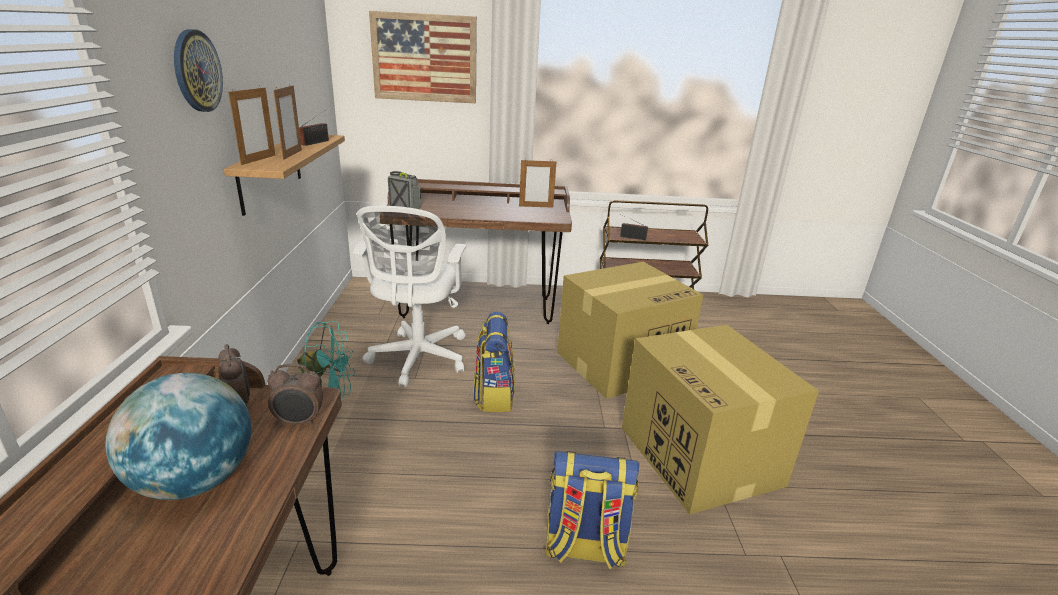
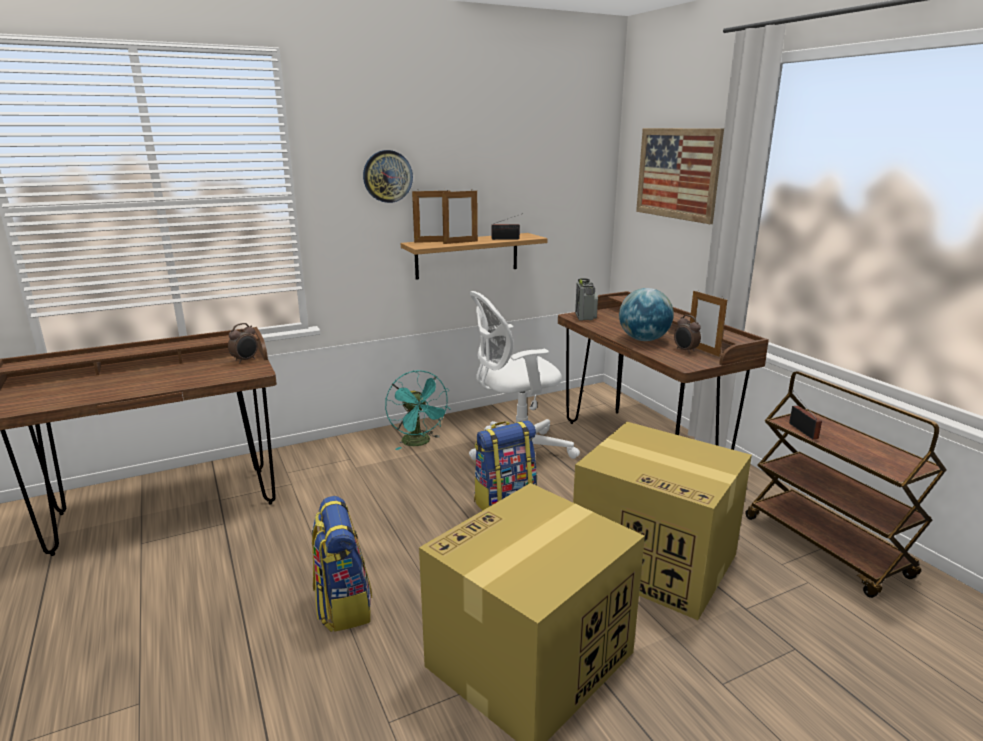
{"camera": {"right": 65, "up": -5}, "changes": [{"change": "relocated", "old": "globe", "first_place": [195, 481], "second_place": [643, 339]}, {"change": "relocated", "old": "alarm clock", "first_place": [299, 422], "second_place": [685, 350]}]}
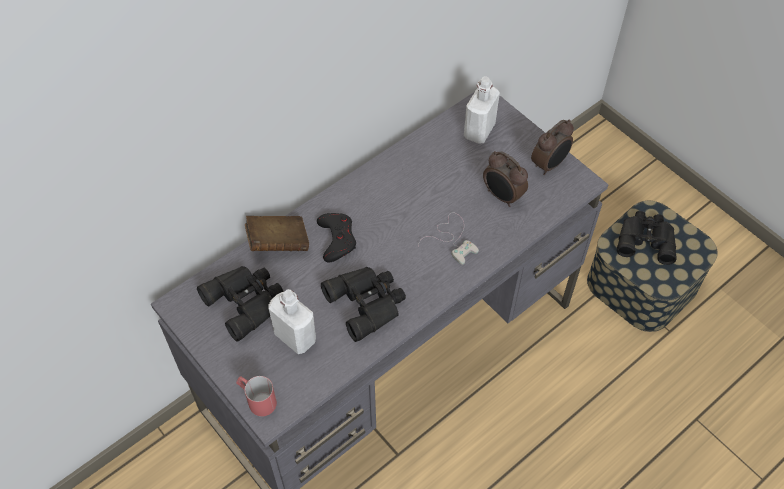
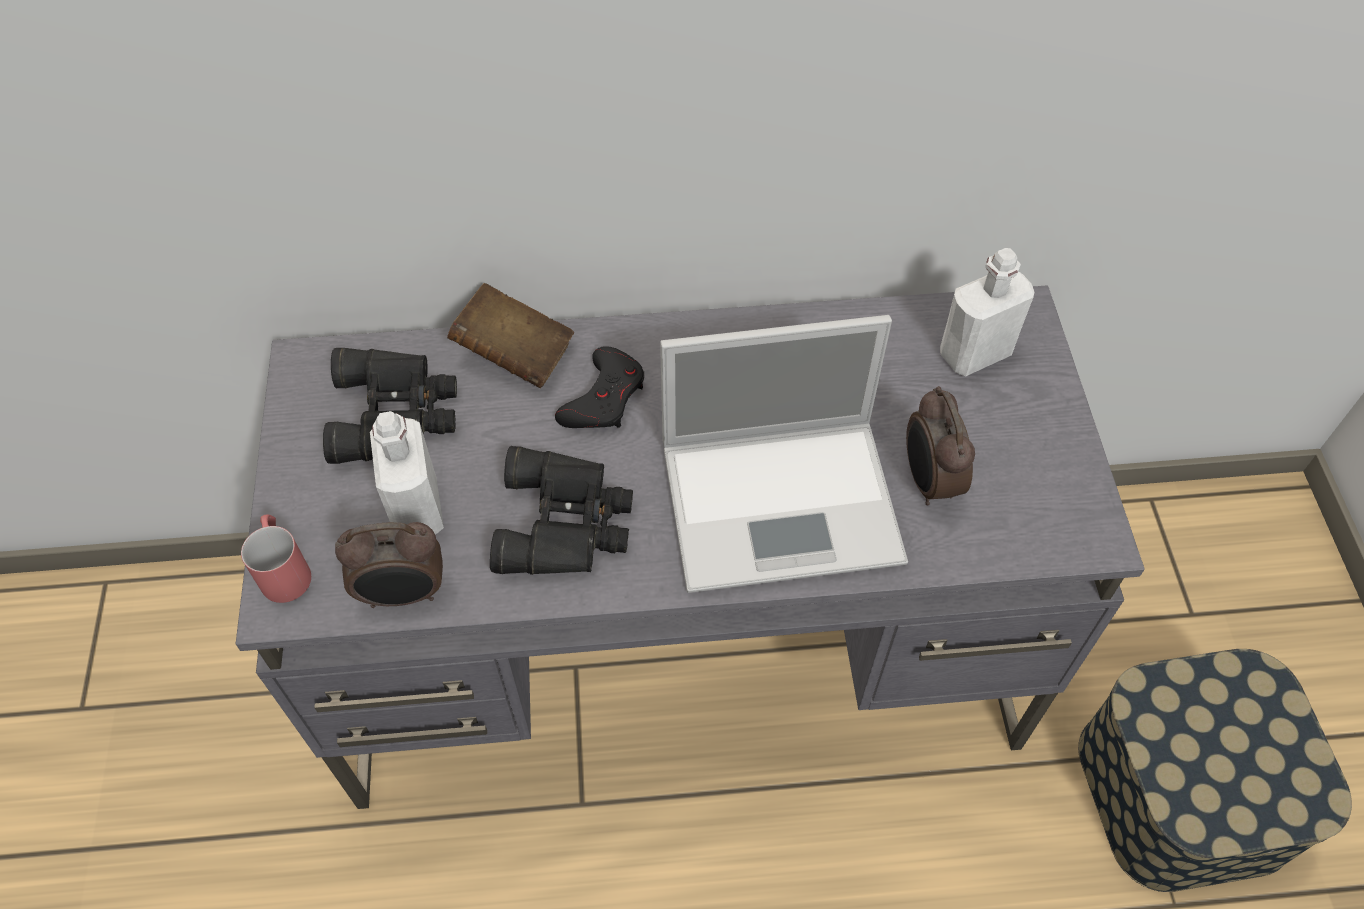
{"camera": {"right": 35, "up": 0}, "changes": [{"change": "missing", "old": "black binoculars", "first_place": [645, 239]}, {"change": "relocated", "old": "alarm clock", "first_place": [549, 165], "second_place": [404, 594]}, {"change": "exchanged", "old": "white game controller", "new": "laptop", "first_place": [452, 239], "second_place": [785, 502]}]}
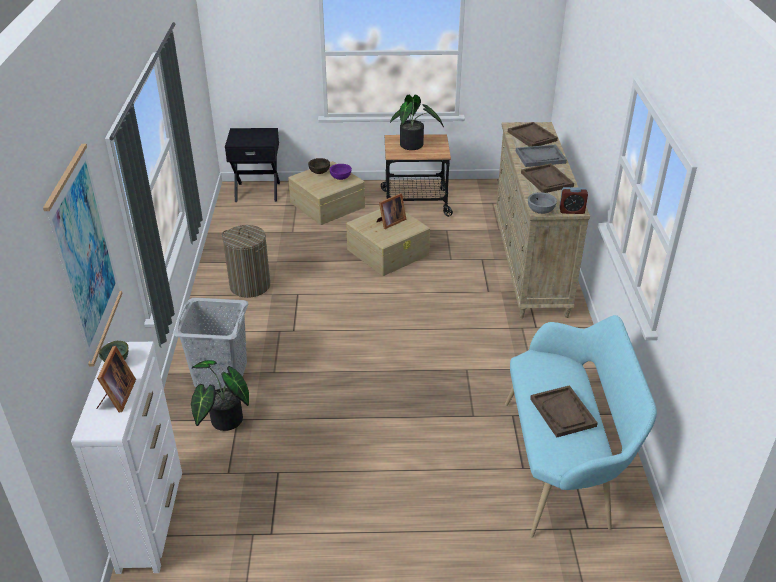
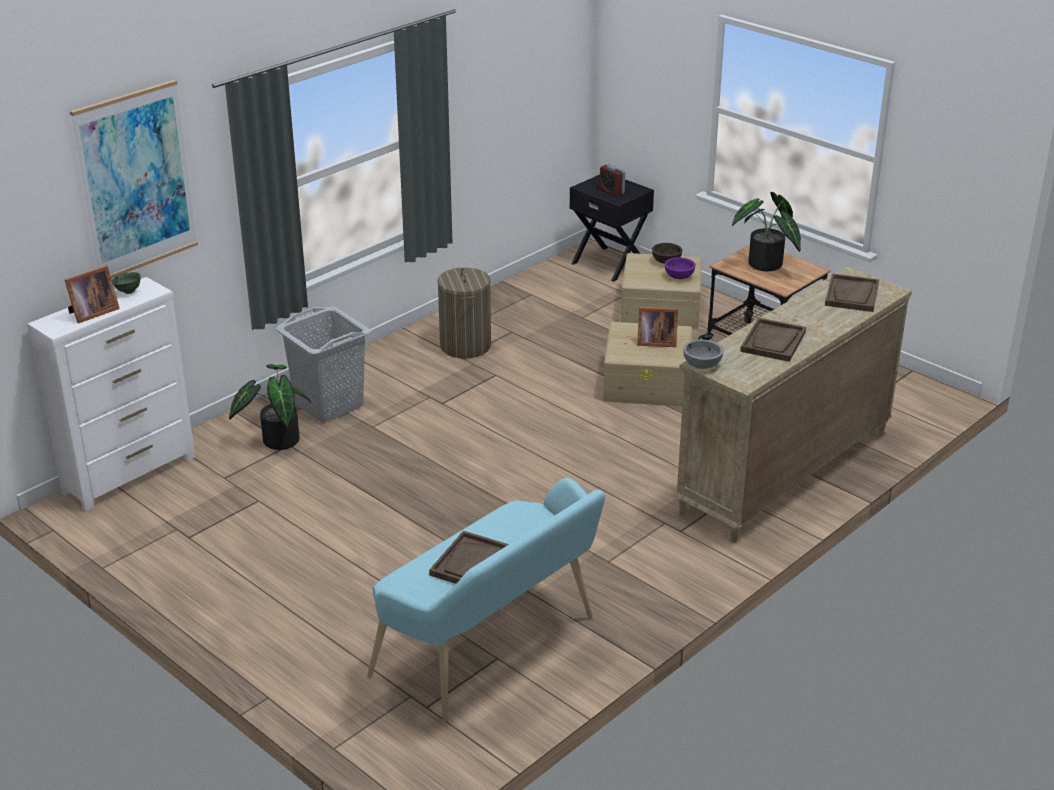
{"camera": {"right": 45, "up": -5}, "changes": [{"change": "missing", "old": "grey tray", "first_place": [540, 157]}, {"change": "relocated", "old": "alarm clock", "first_place": [571, 211], "second_place": [611, 191]}]}
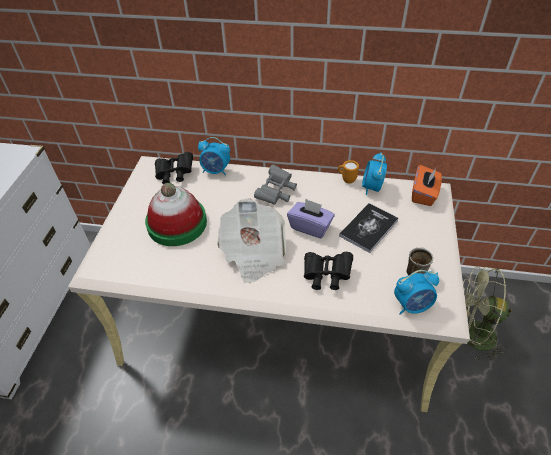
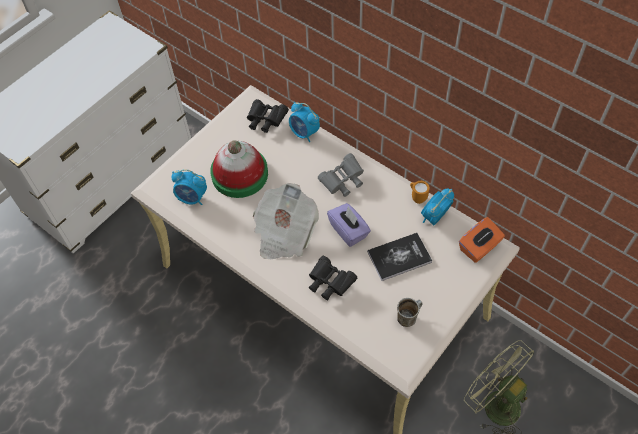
{"camera": {"right": 30, "up": 10}, "changes": [{"change": "relocated", "old": "alarm clock", "first_place": [412, 305], "second_place": [192, 198]}]}
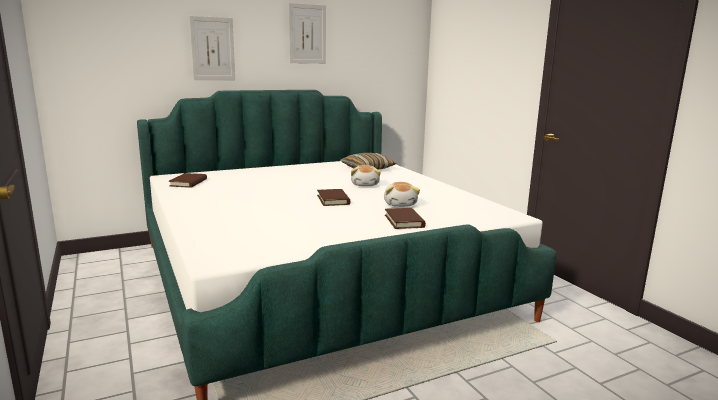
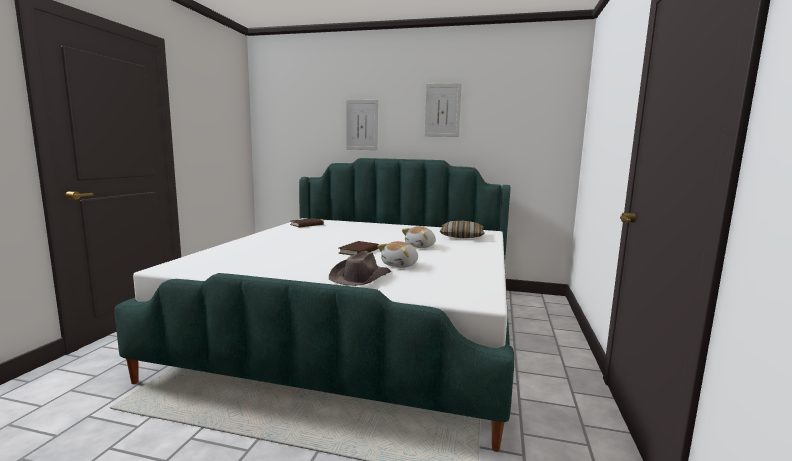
{"camera": {"right": 40, "up": -5}, "changes": [{"change": "exchanged", "old": "brown book", "new": "brown hat", "first_place": [404, 221], "second_place": [360, 277]}]}
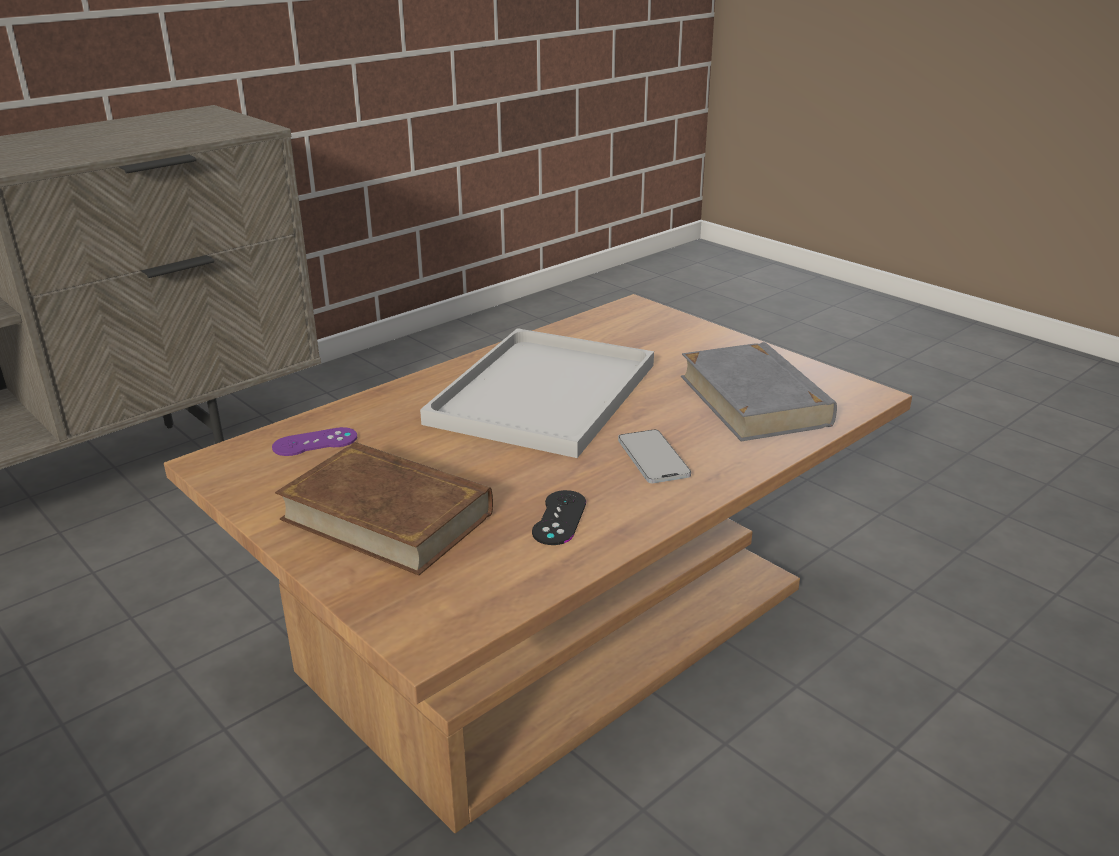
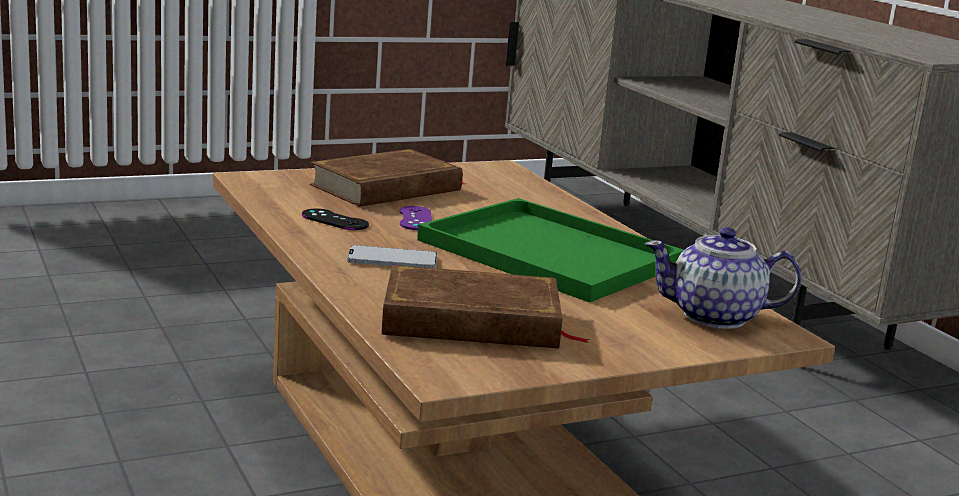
{"camera": {"right": 105, "up": -10}, "changes": [{"change": "appeared", "new": "teapot", "second_place": [715, 317]}, {"change": "relocated", "old": "purple game controller", "first_place": [315, 442], "second_place": [415, 219]}, {"change": "colour", "old": "white tray", "new": "green tray", "first_place": [544, 395], "second_place": [544, 252]}, {"change": "colour", "old": "grey book", "new": "brown book", "first_place": [754, 400], "second_place": [472, 321]}]}
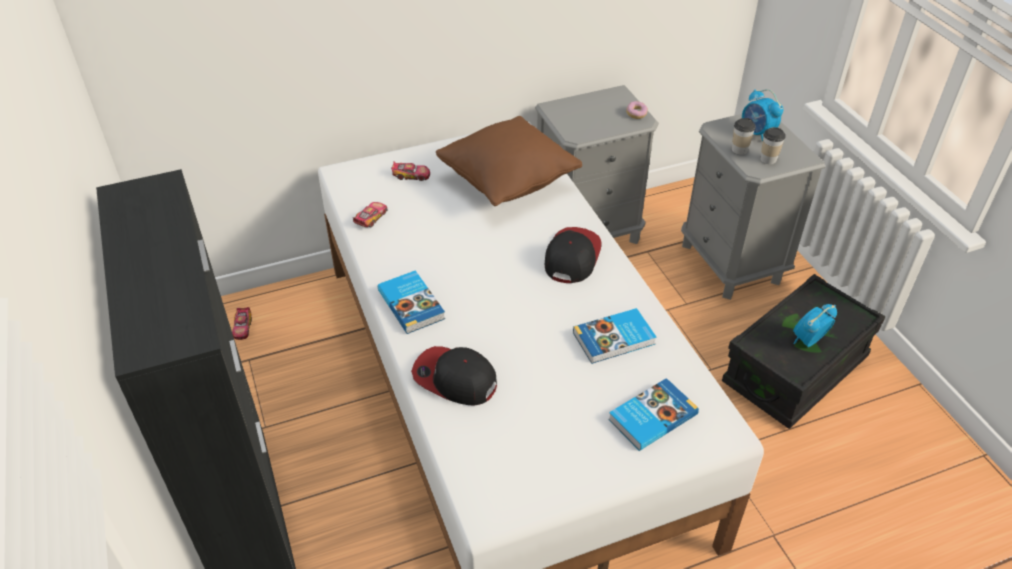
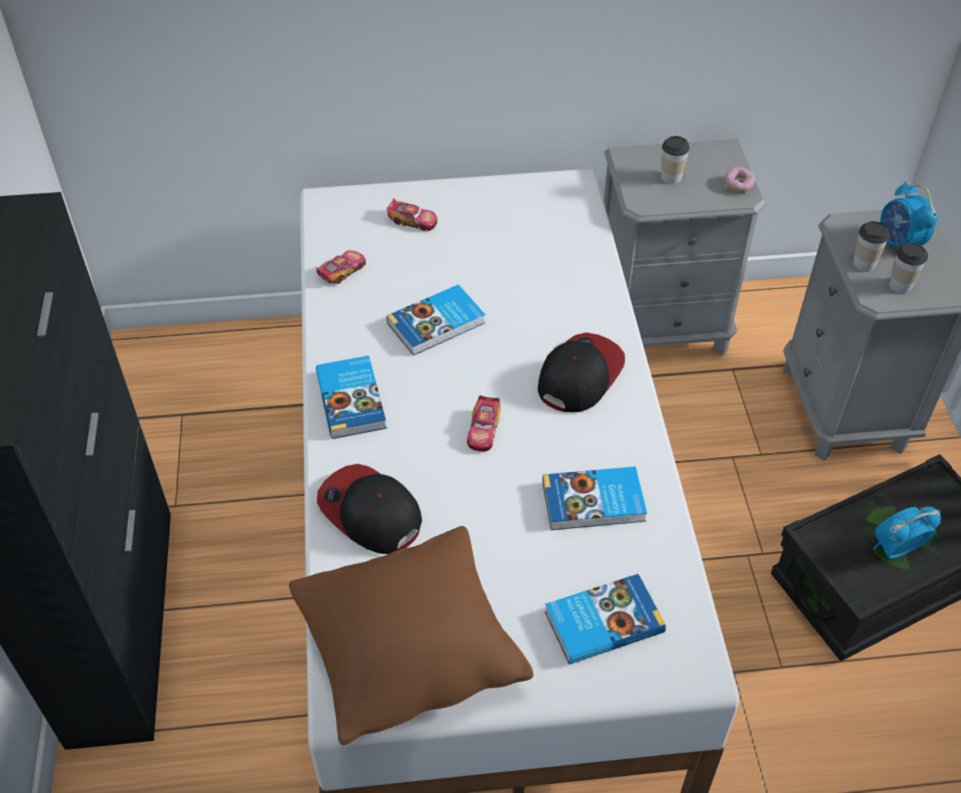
{"camera": {"right": 15, "up": 5}, "changes": [{"change": "appeared", "new": "book", "second_place": [437, 324]}, {"change": "appeared", "new": "cup", "second_place": [671, 177]}, {"change": "relocated", "old": "toy car", "first_place": [242, 327], "second_place": [483, 430]}, {"change": "relocated", "old": "brown pillow", "first_place": [508, 183], "second_place": [410, 655]}]}
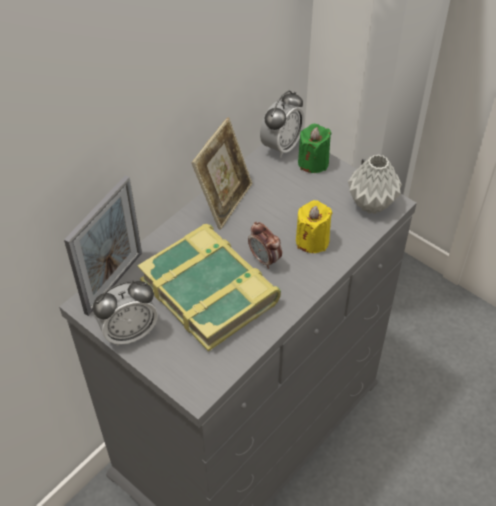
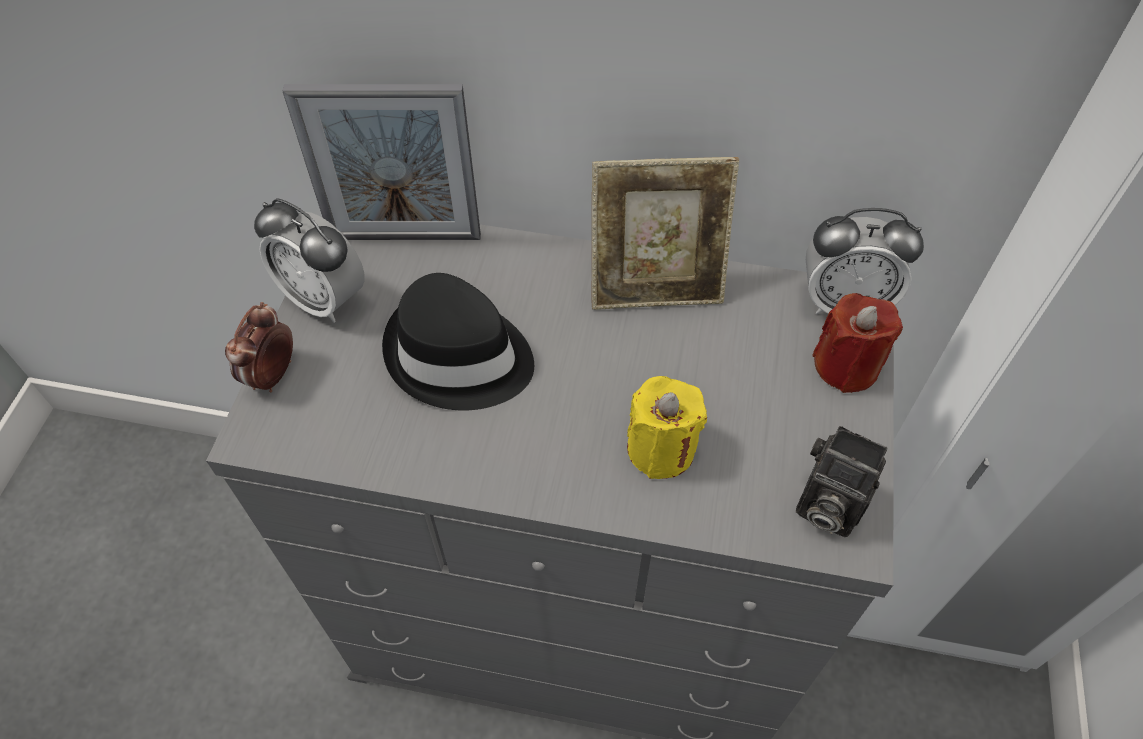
{"camera": {"right": 60, "up": 5}, "changes": [{"change": "relocated", "old": "alarm clock", "first_place": [265, 259], "second_place": [272, 375]}, {"change": "exchanged", "old": "book", "new": "black hat", "first_place": [210, 291], "second_place": [459, 357]}, {"change": "exchanged", "old": "grey vase", "new": "photo camera", "first_place": [372, 203], "second_place": [824, 506]}, {"change": "colour", "old": "green candle", "new": "red candle", "first_place": [313, 162], "second_place": [846, 366]}]}
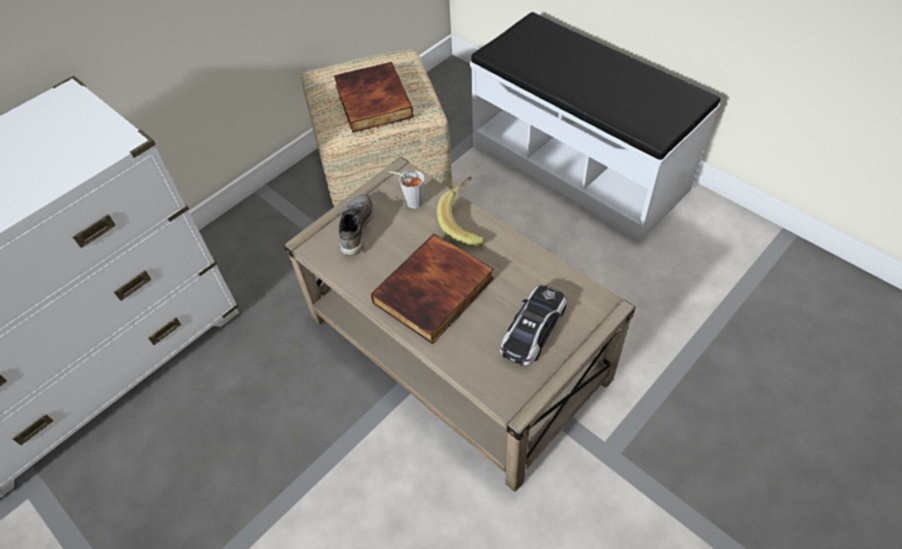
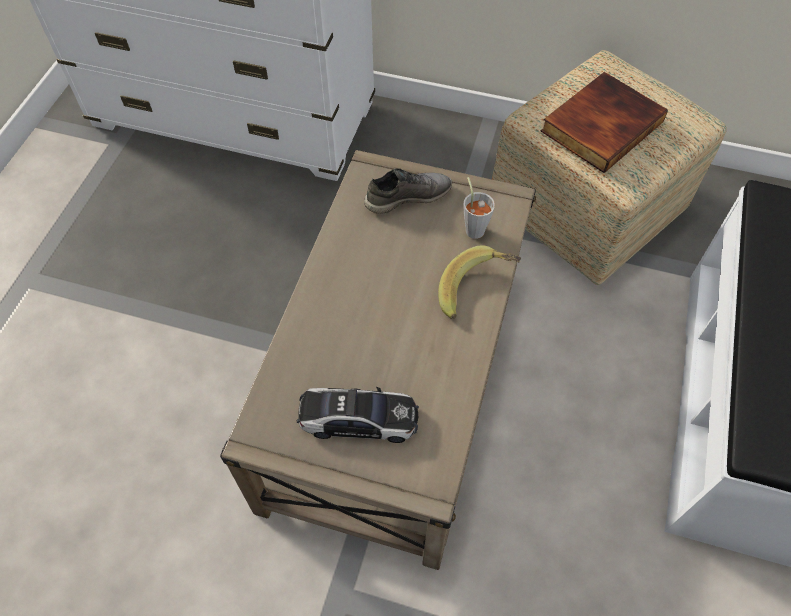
{"camera": {"right": 60, "up": 5}, "changes": [{"change": "missing", "old": "book", "first_place": [434, 292]}]}
